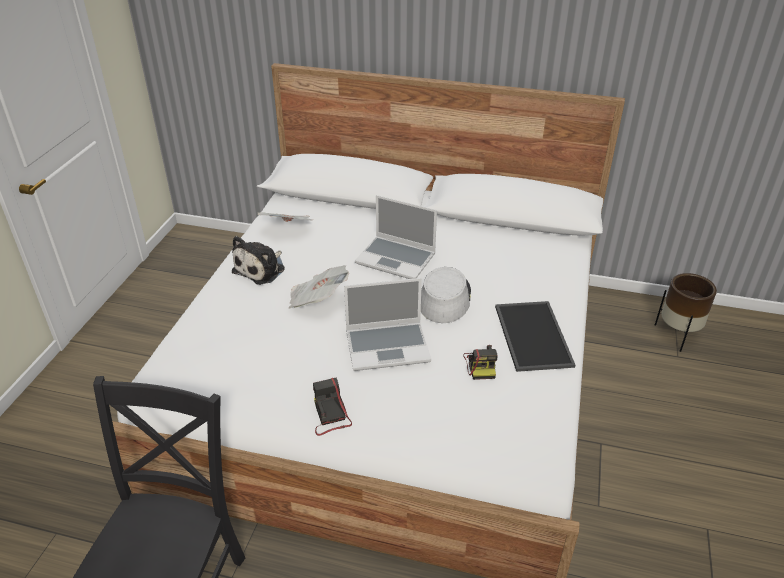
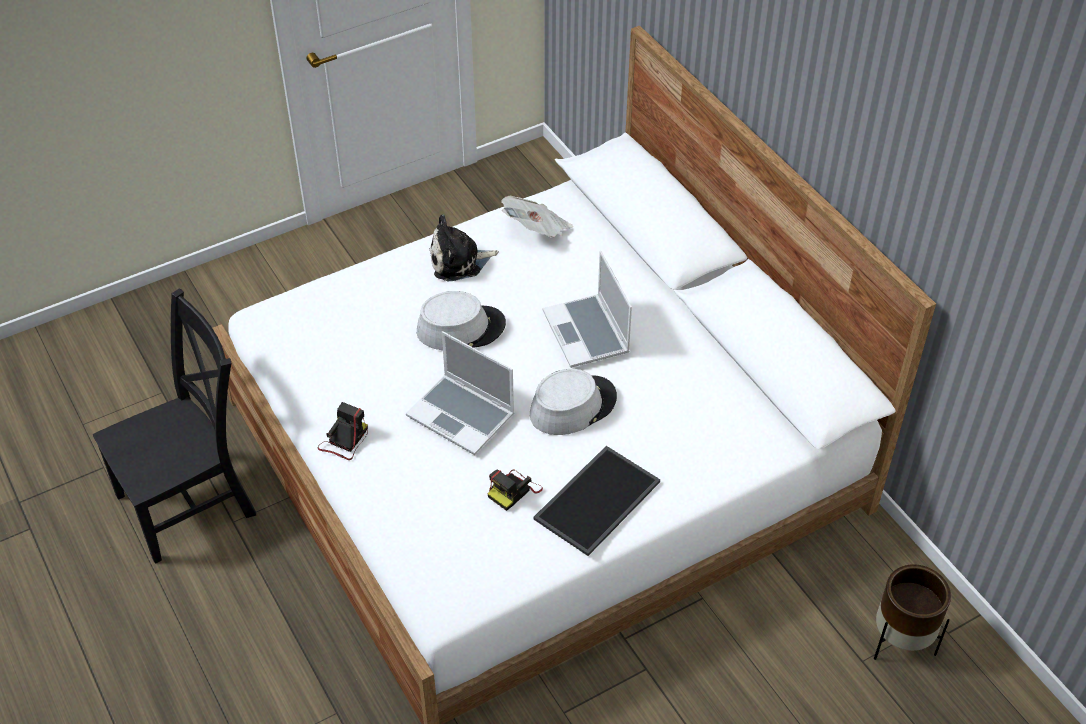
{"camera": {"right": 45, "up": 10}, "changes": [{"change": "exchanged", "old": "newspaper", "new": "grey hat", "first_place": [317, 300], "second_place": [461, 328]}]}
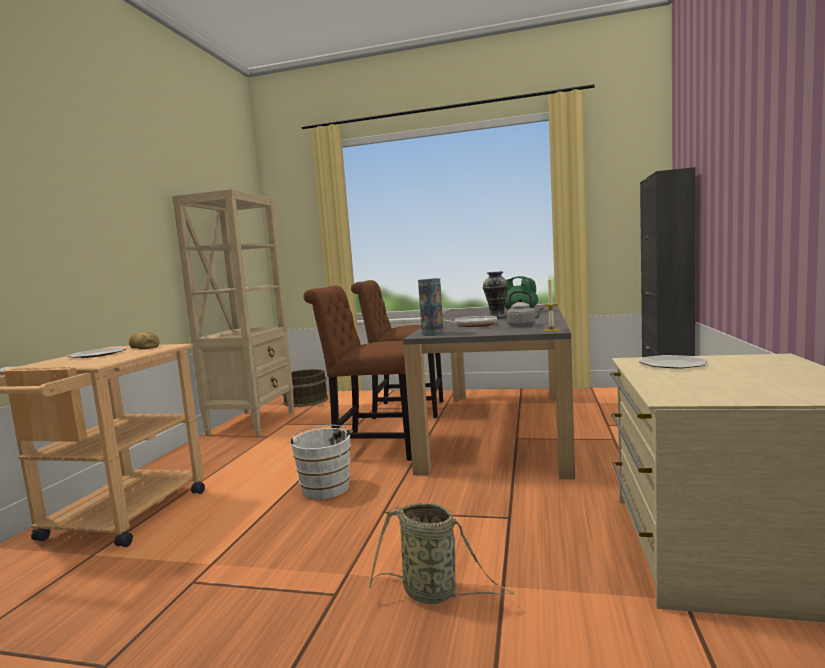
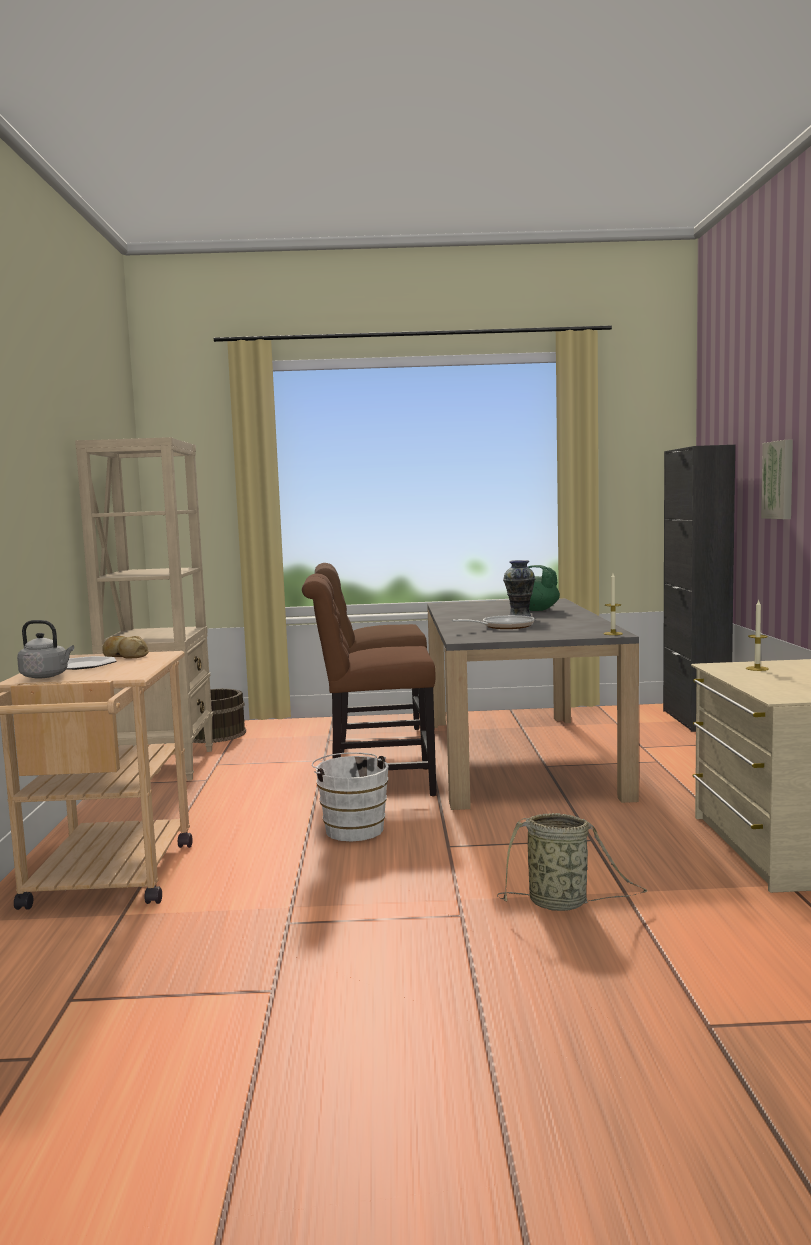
{"camera": {"right": -15, "up": 0}, "changes": [{"change": "missing", "old": "vase", "first_place": [432, 334]}, {"change": "appeared", "new": "picture", "second_place": [780, 480]}, {"change": "relocated", "old": "grey kettle", "first_place": [523, 326], "second_place": [46, 676]}, {"change": "exchanged", "old": "plate", "new": "candle", "first_place": [672, 364], "second_place": [757, 668]}]}
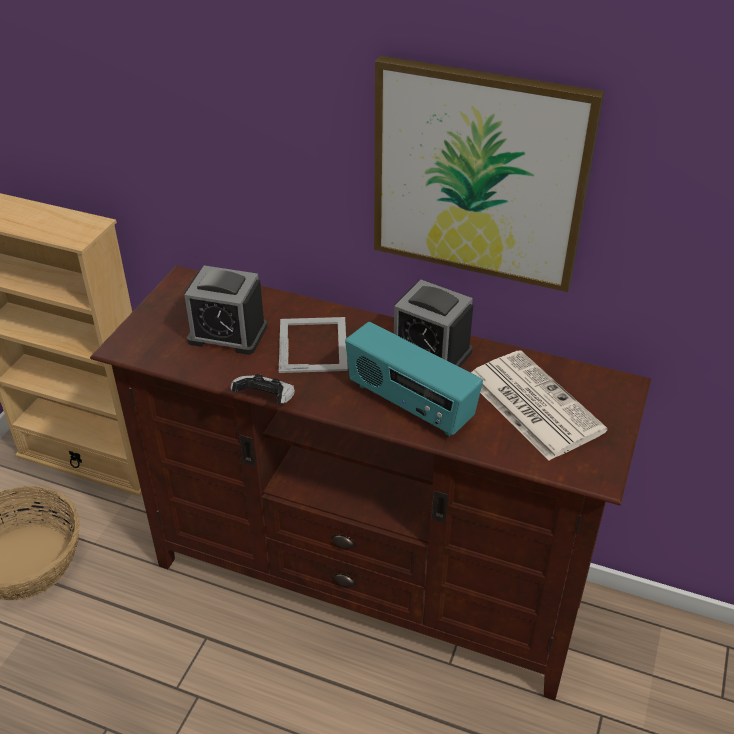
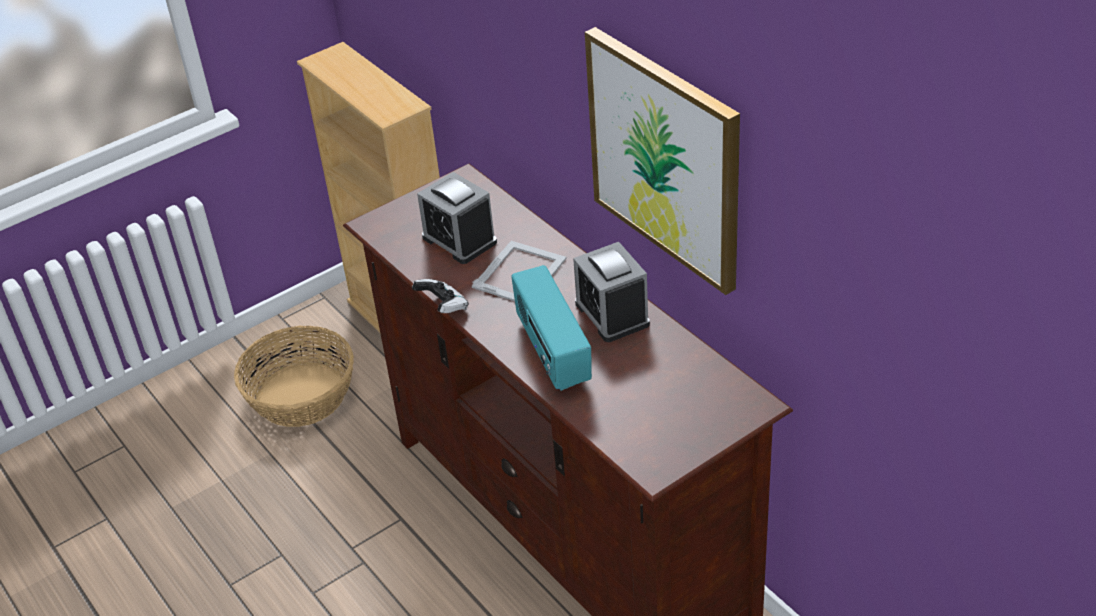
{"camera": {"right": 35, "up": 0}, "changes": [{"change": "missing", "old": "newspaper", "first_place": [531, 404]}]}
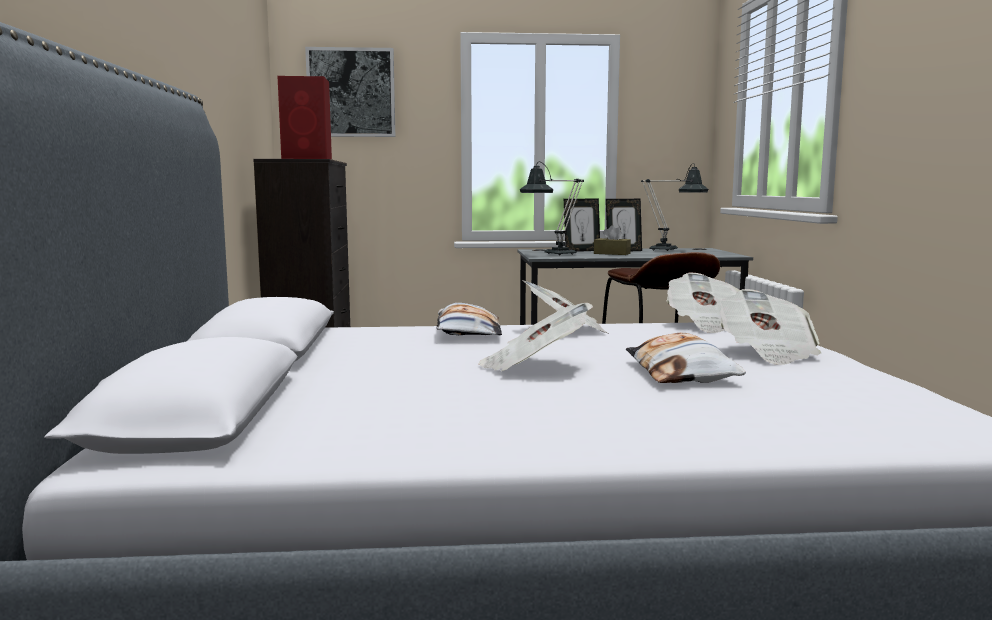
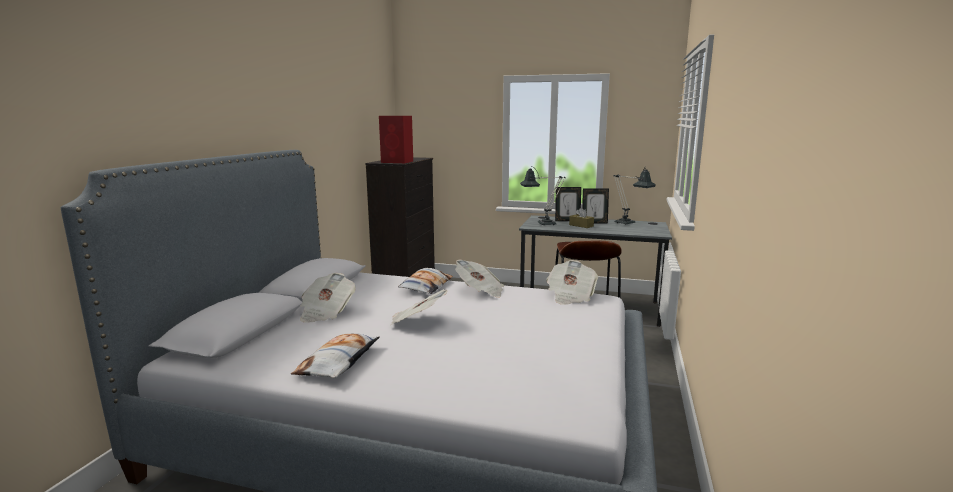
{"camera": {"right": 20, "up": 5}, "changes": [{"change": "missing", "old": "picture", "first_place": [351, 93]}, {"change": "relocated", "old": "pillow", "first_place": [681, 372], "second_place": [339, 362]}, {"change": "relocated", "old": "newspaper", "first_place": [767, 353], "second_place": [326, 312]}]}
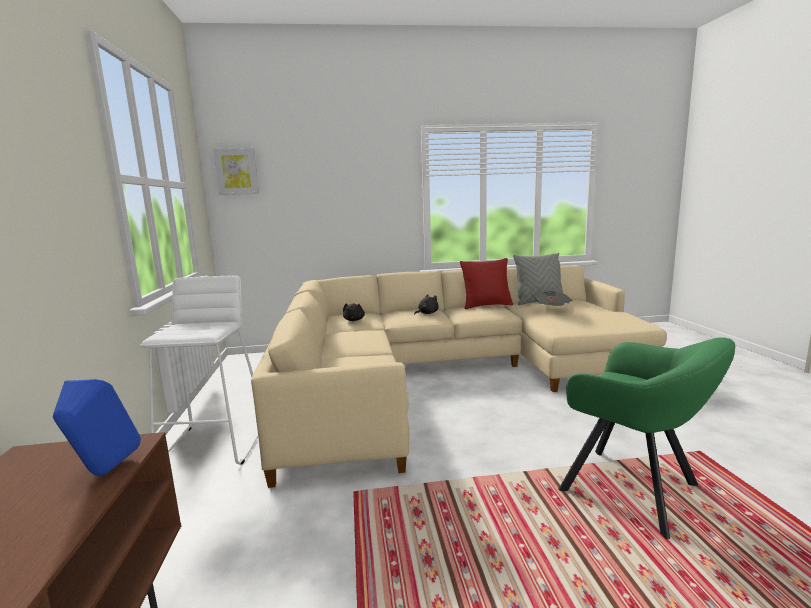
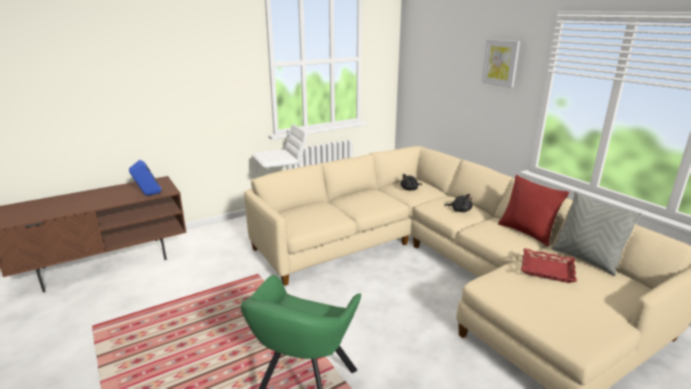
{"camera": {"right": 65, "up": 10}, "changes": [{"change": "relocated", "old": "picture", "first_place": [236, 171], "second_place": [501, 62]}, {"change": "exchanged", "old": "newspaper", "new": "red tray", "first_place": [551, 309], "second_place": [547, 269]}]}
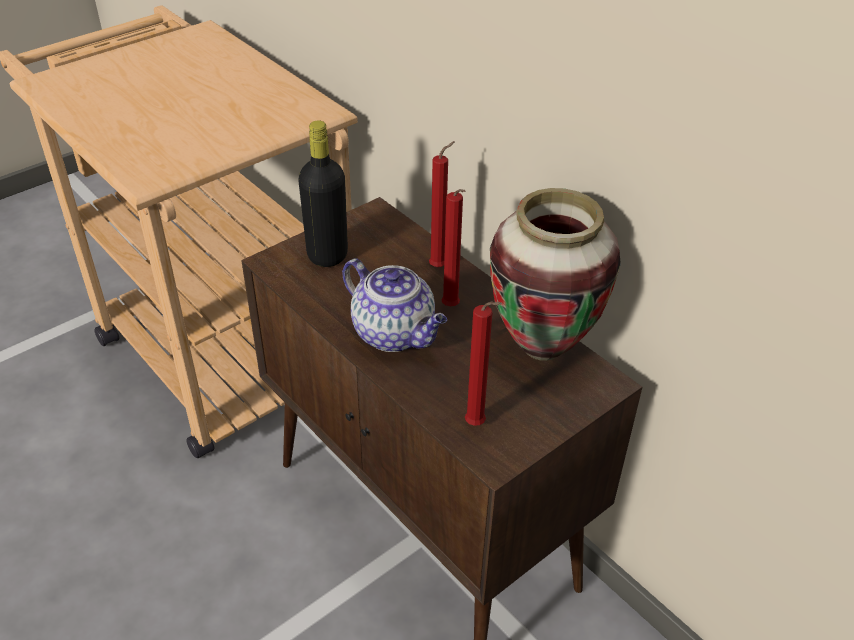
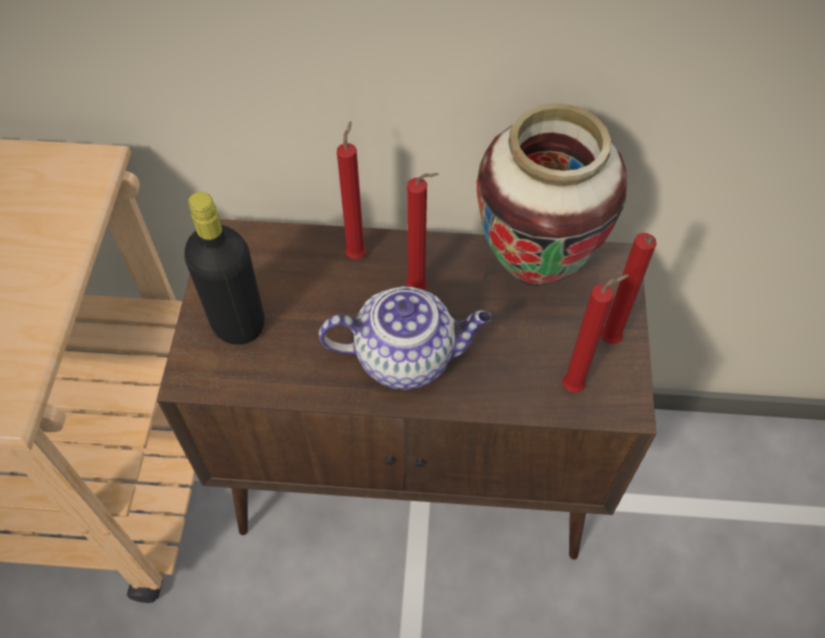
{"camera": {"right": -45, "up": 15}, "changes": [{"change": "appeared", "new": "red candle", "second_place": [609, 343]}]}
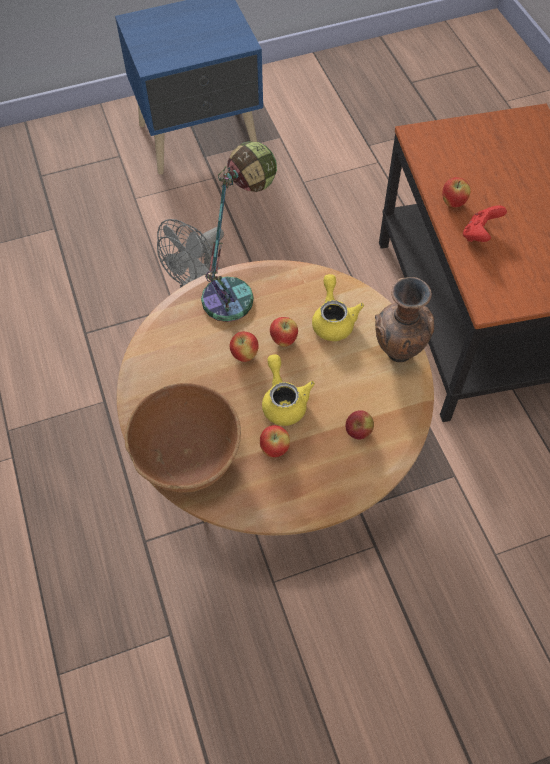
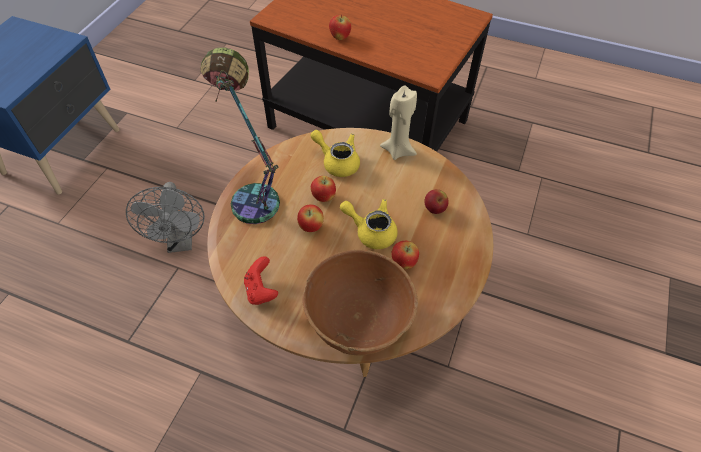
{"camera": {"right": -50, "up": -5}, "changes": [{"change": "relocated", "old": "red game controller", "first_place": [479, 234], "second_place": [261, 290]}, {"change": "exchanged", "old": "brown vase", "new": "beige candle", "first_place": [398, 354], "second_place": [398, 150]}]}
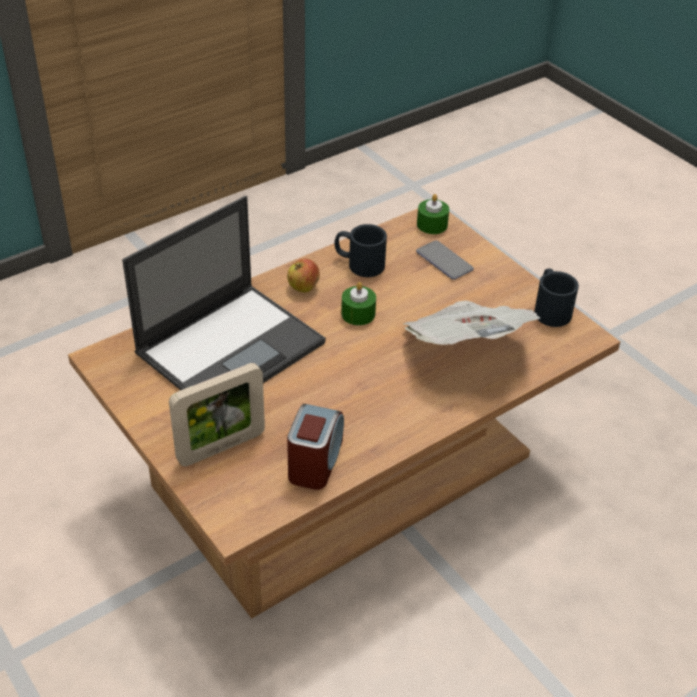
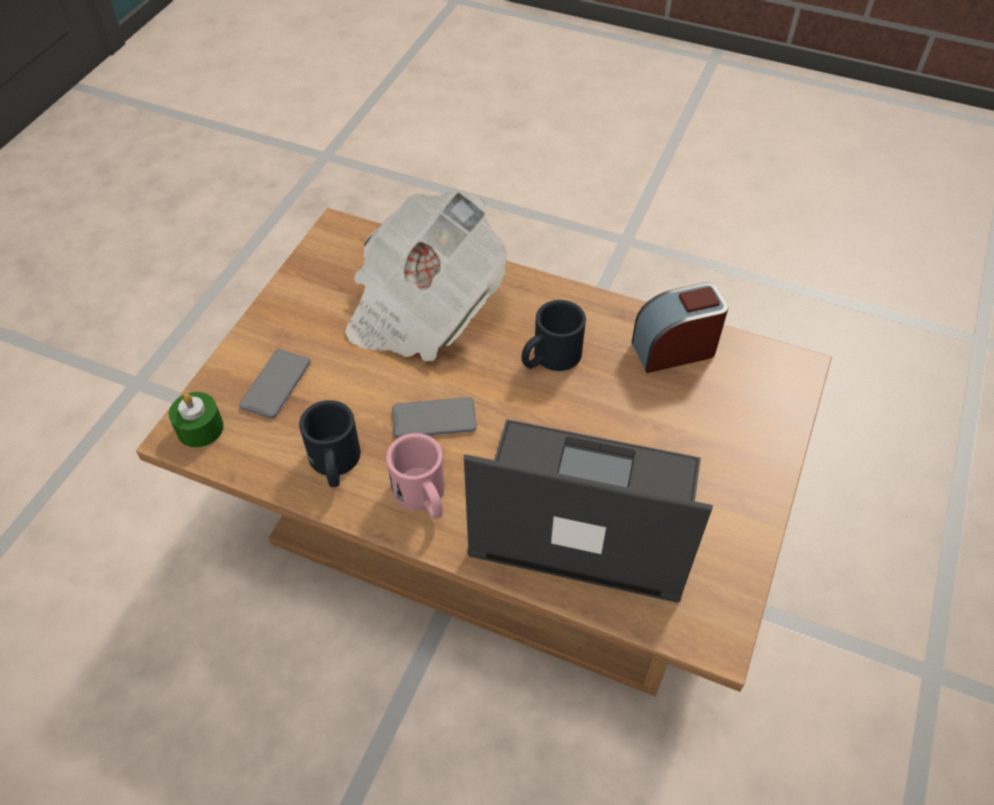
{"camera": {"right": -120, "up": 10}, "changes": [{"change": "missing", "old": "picture frame", "first_place": [221, 447]}, {"change": "relocated", "old": "black mug", "first_place": [550, 308], "second_place": [549, 358]}, {"change": "exchanged", "old": "apple", "new": "pink mug", "first_place": [303, 287], "second_place": [423, 497]}, {"change": "exchanged", "old": "green candle", "new": "phone", "first_place": [358, 314], "second_place": [434, 419]}]}
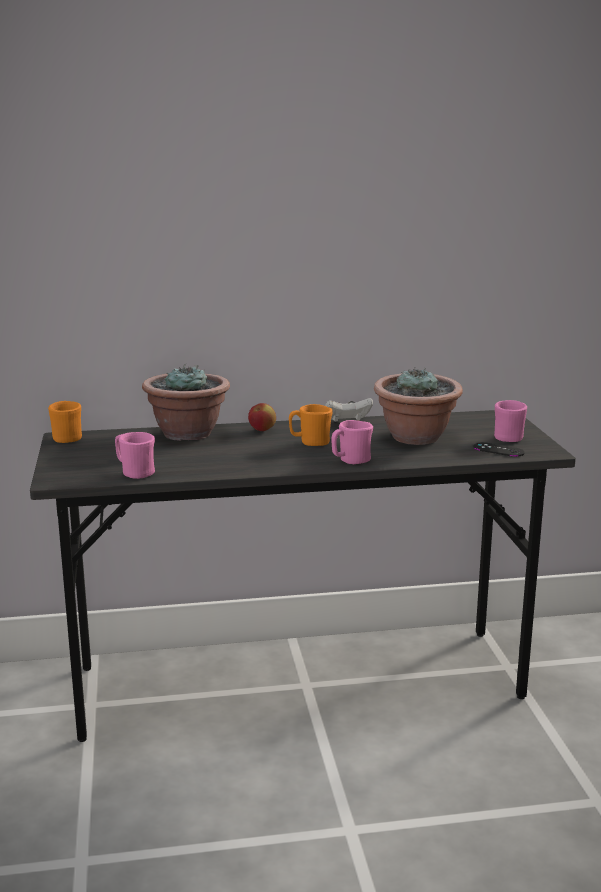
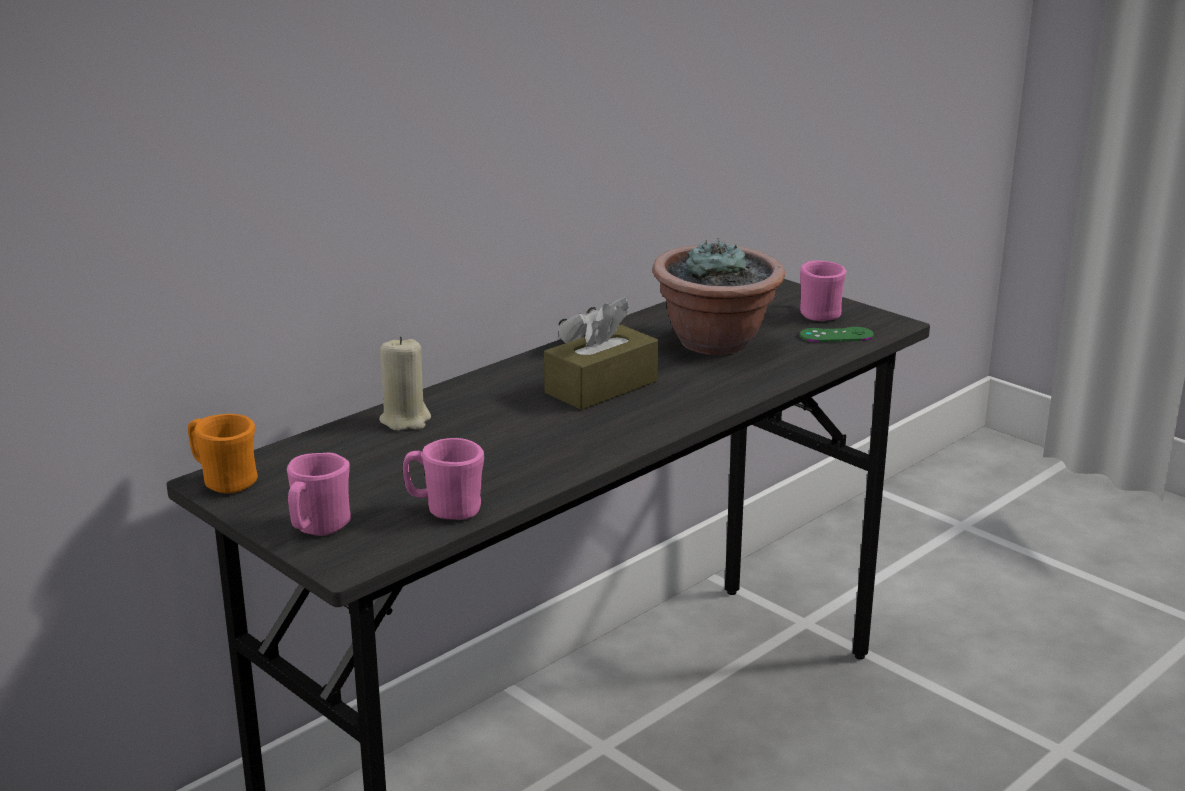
{"camera": {"right": -35, "up": 5}, "changes": [{"change": "missing", "old": "apple", "first_place": [262, 430]}, {"change": "relocated", "old": "pink mug", "first_place": [351, 461], "second_place": [317, 529]}, {"change": "exchanged", "old": "potted plant", "new": "beige candle", "first_place": [187, 434], "second_place": [405, 420]}, {"change": "exchanged", "old": "orange mug", "new": "brown tissue box", "first_place": [310, 443], "second_place": [601, 387]}, {"change": "colour", "old": "black game controller", "new": "green game controller", "first_place": [498, 450], "second_place": [836, 335]}]}
